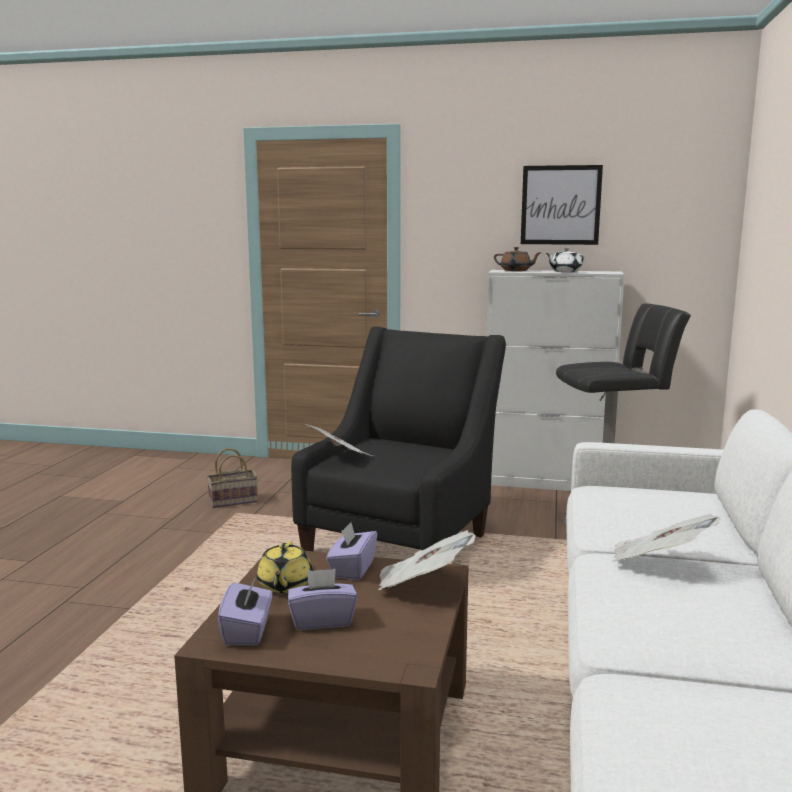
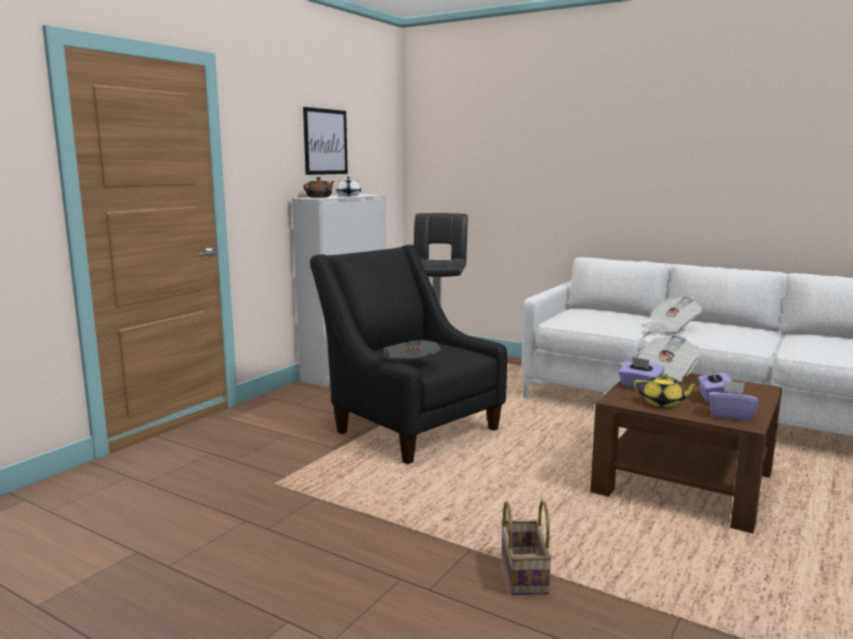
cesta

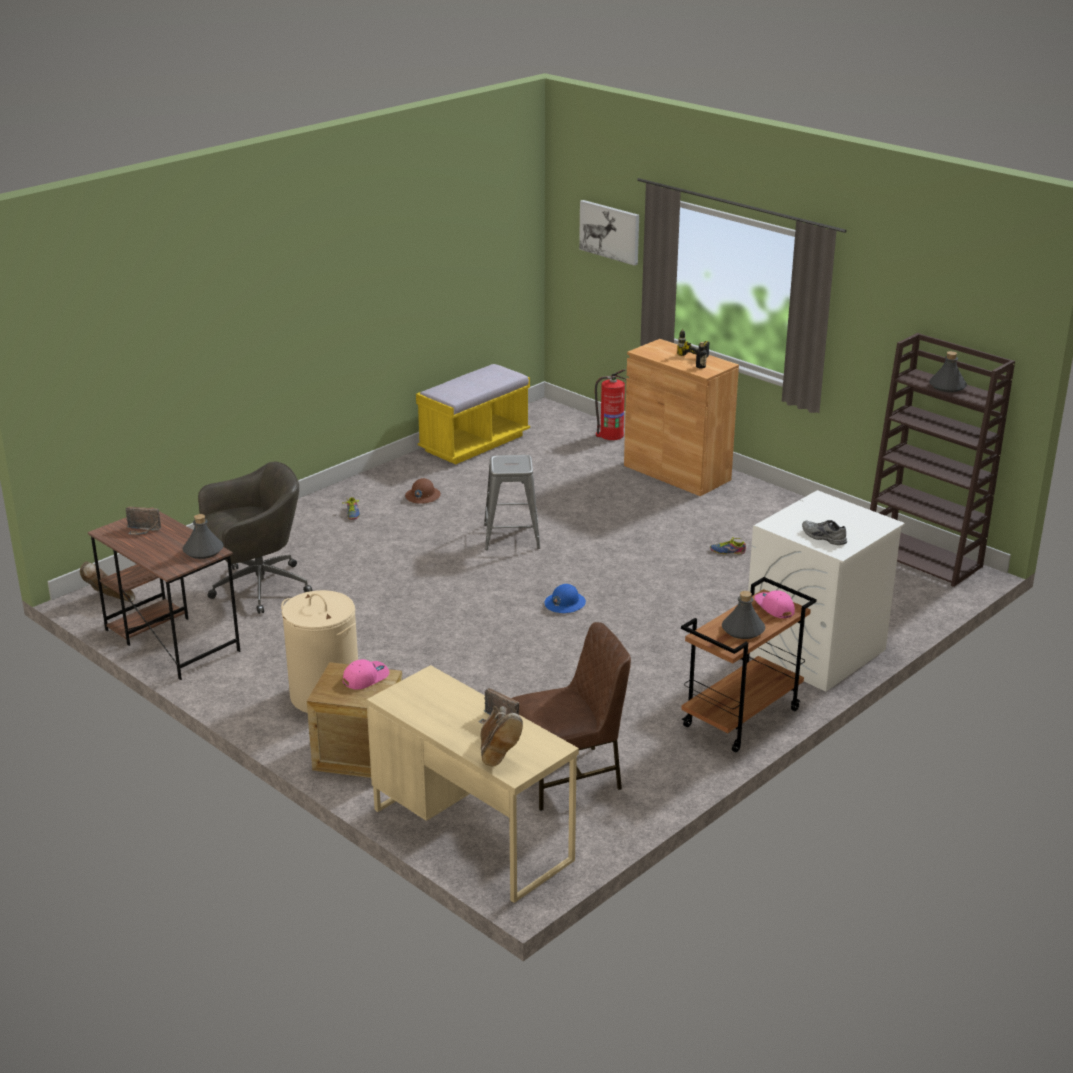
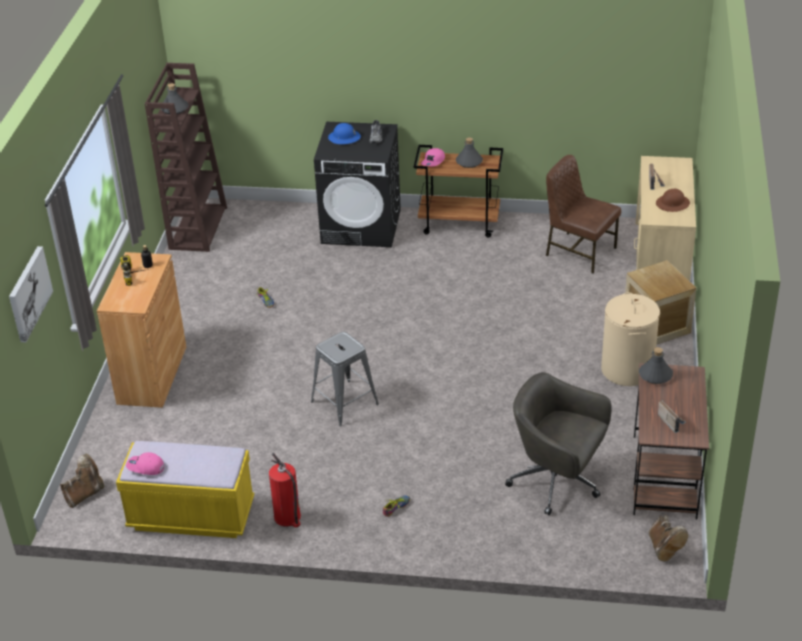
gorra/rosa (1st from left)
casco/marrón
bota/marrón (1st from left)
casco/azul
extintor
lavadora/negro

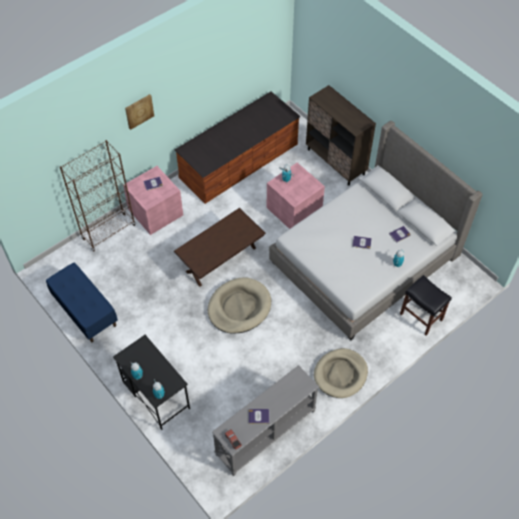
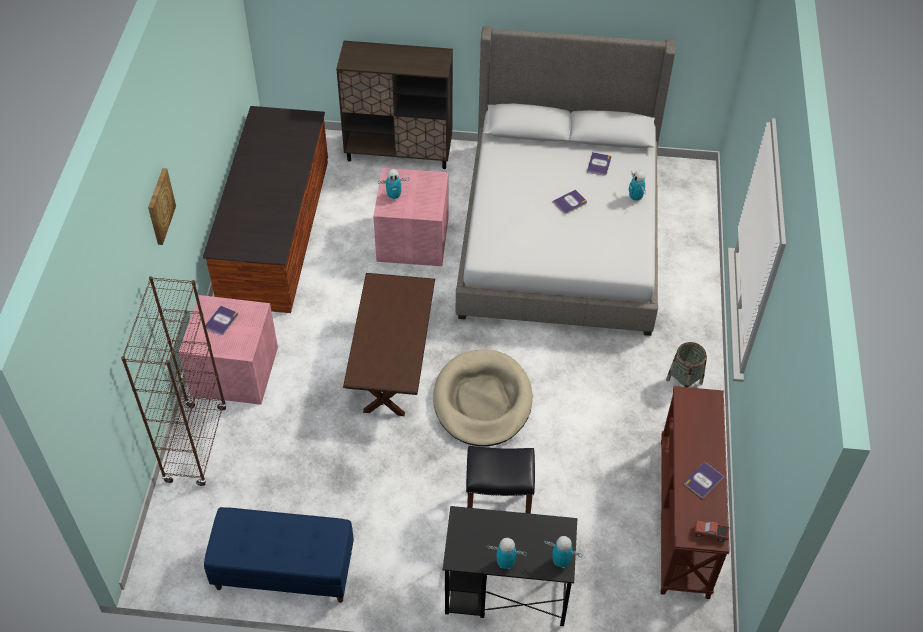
taburete/negro
cesta
mesa consola/marrón

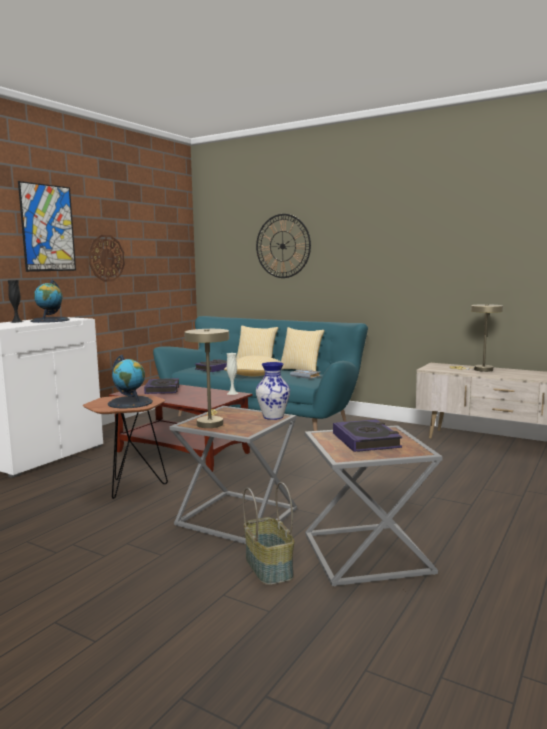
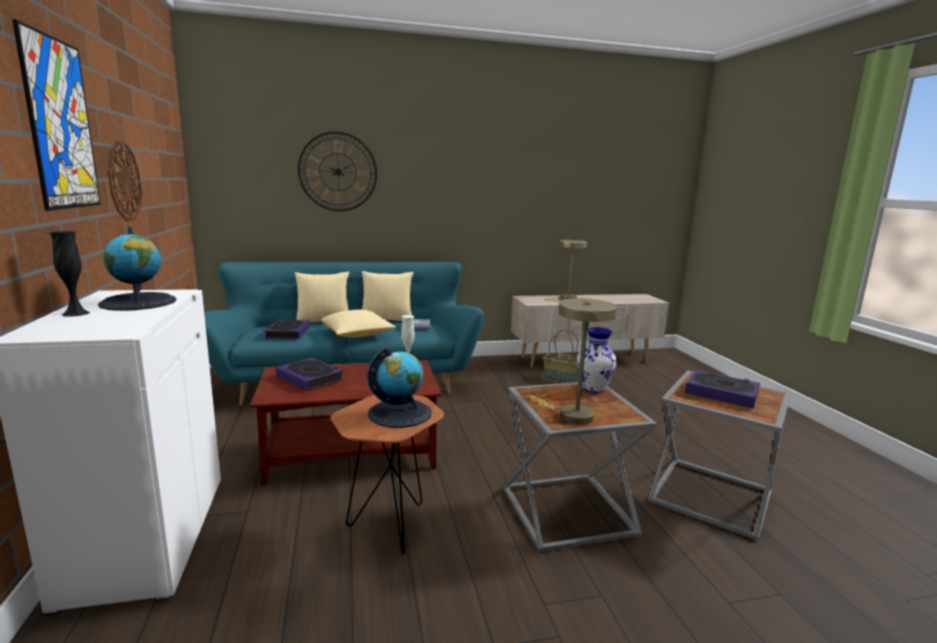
cesta

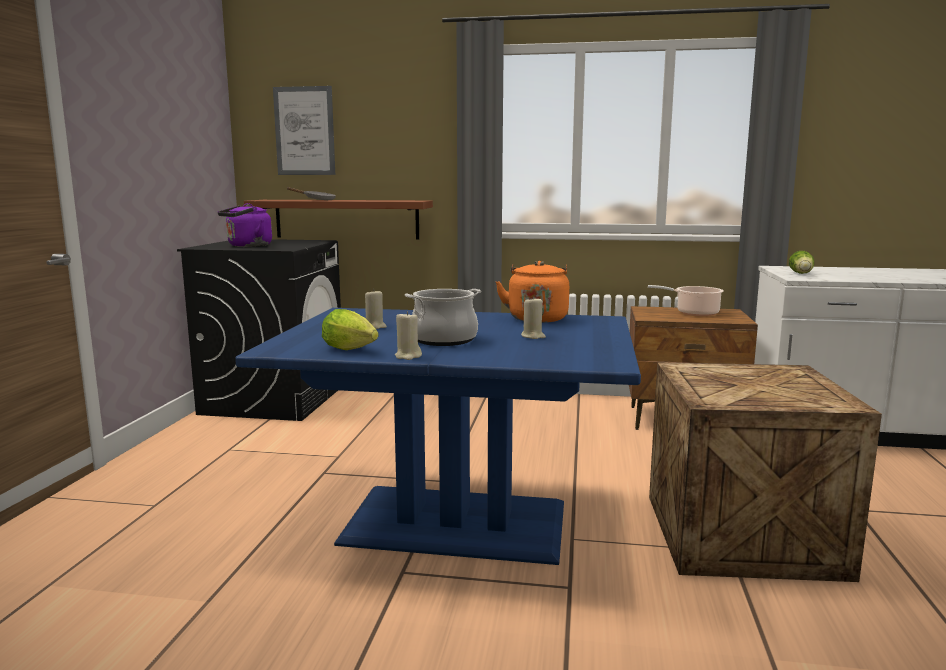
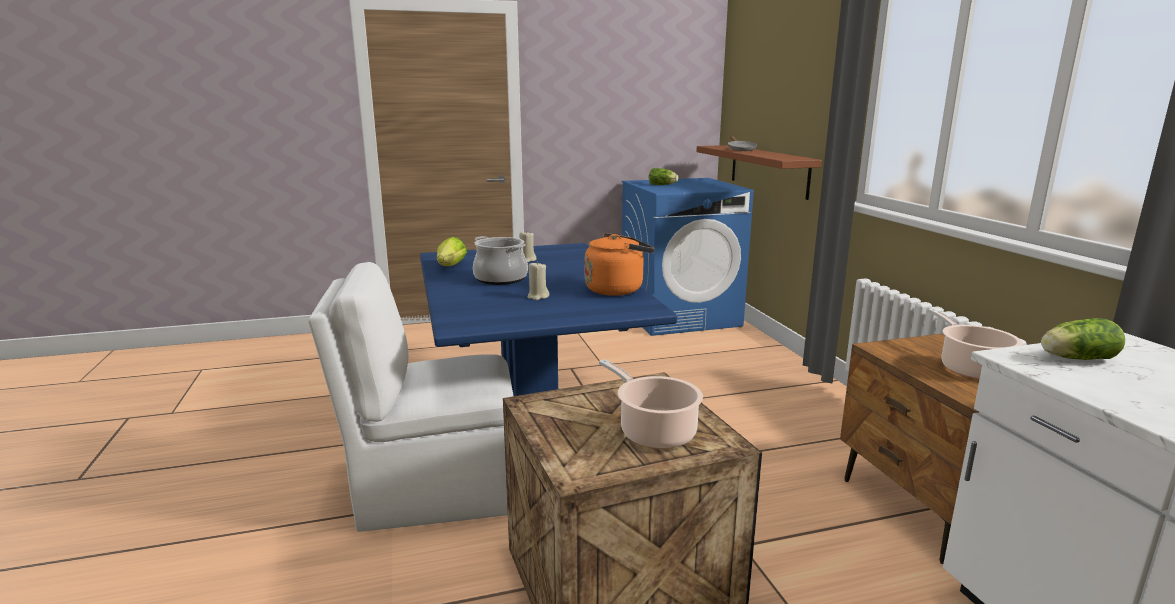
cuadro
vela/beis (2nd from left in the first image)
silla/blanco
olla (2nd from left)
lechuga (2nd from left)
lavadora/azul

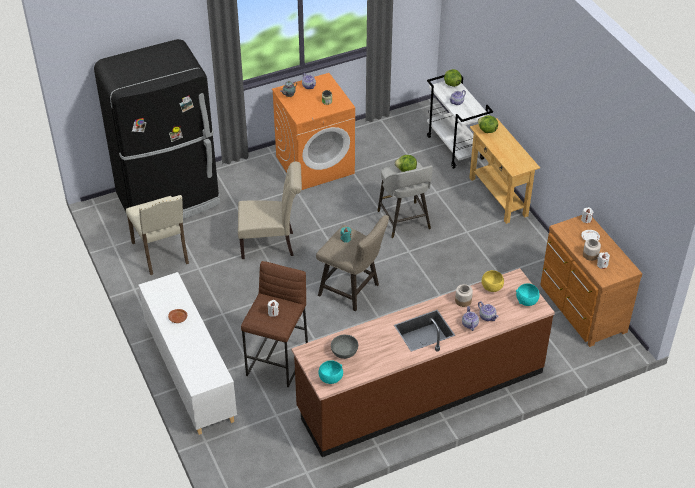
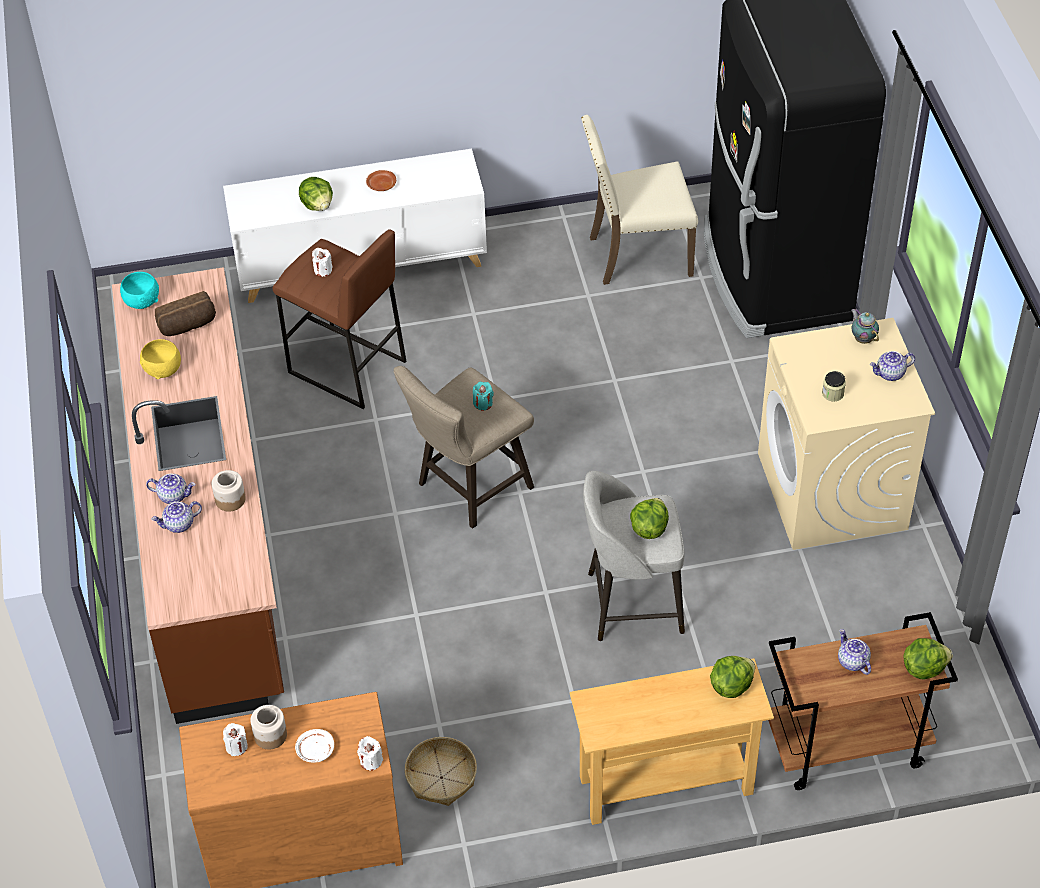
silla/beis (2nd from left in the first image)
cuenco/turquesa (2nd from left in the first image)
lechuga (1st from left)
cesta
cuenco/amarillo
pan
lavadora/beis
carrito/marrón

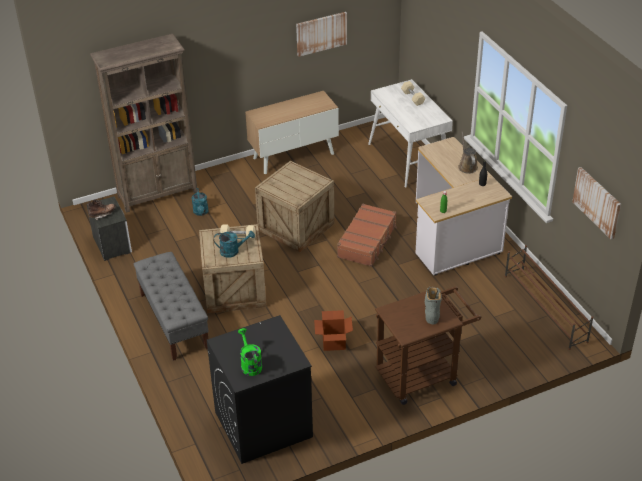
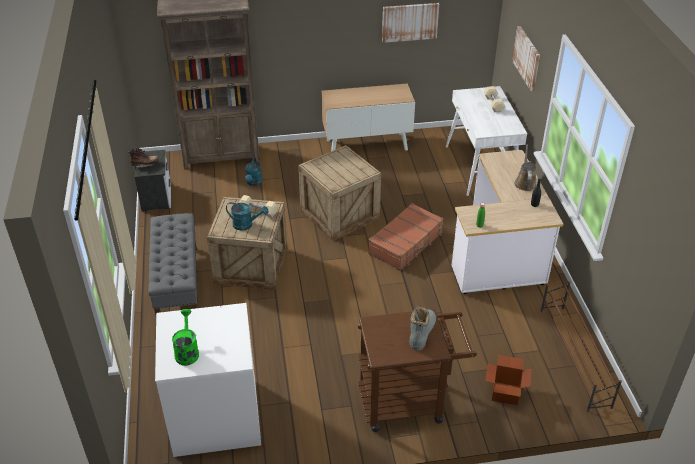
caja de cartón
cuadro (2nd from left)
lavadora/blanco

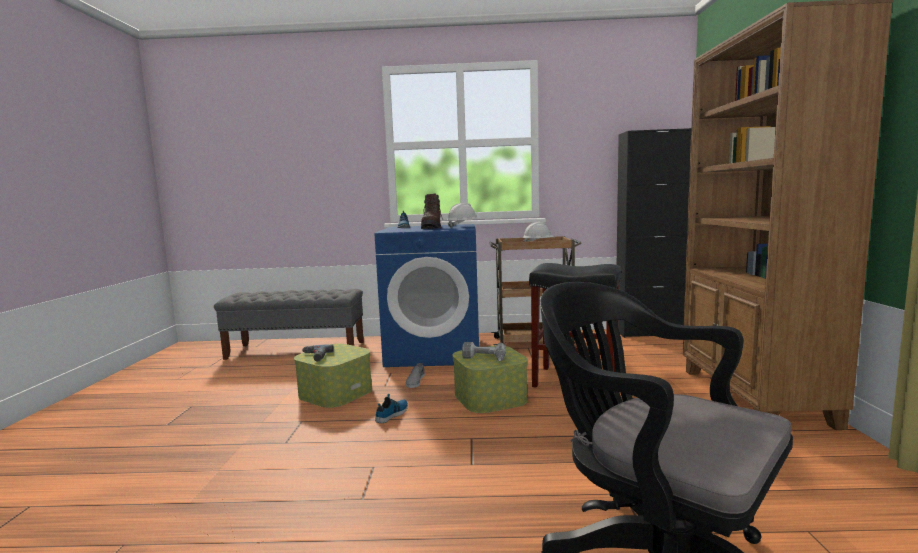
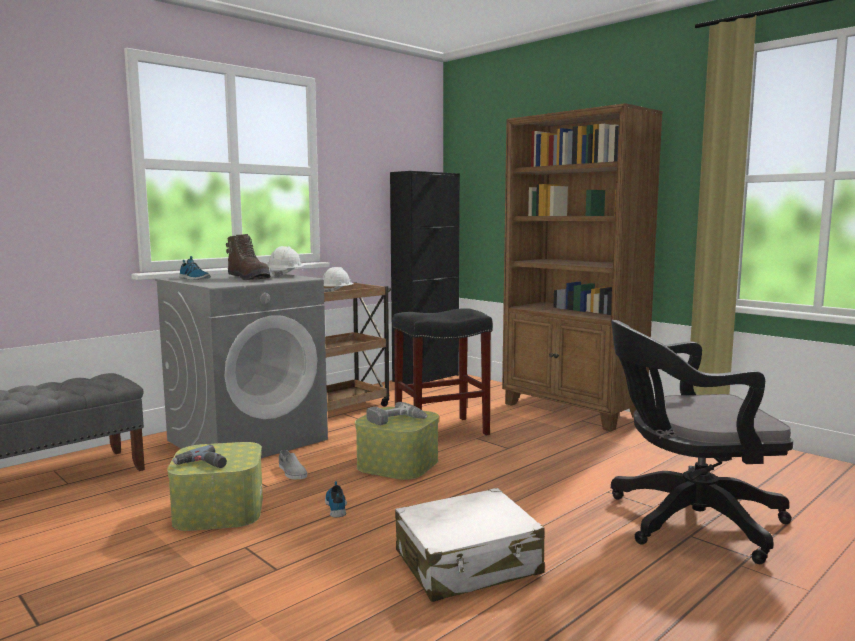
maleta/blanco
lavadora/gris

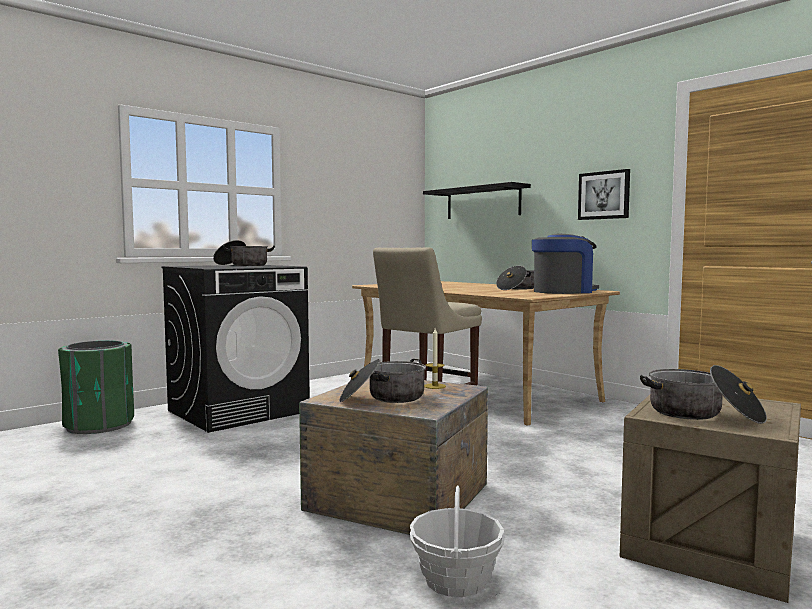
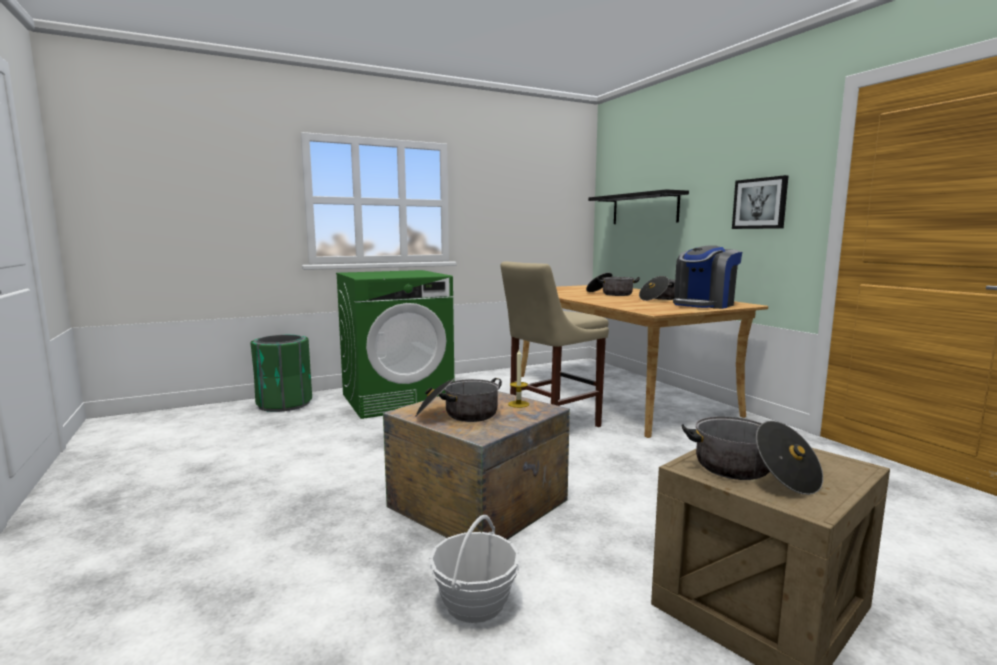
olla (2nd from left)
lavadora/verde
cafetera

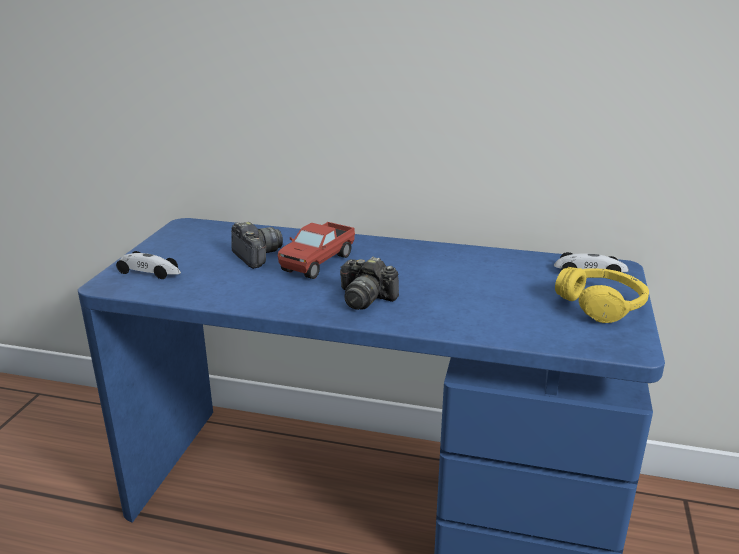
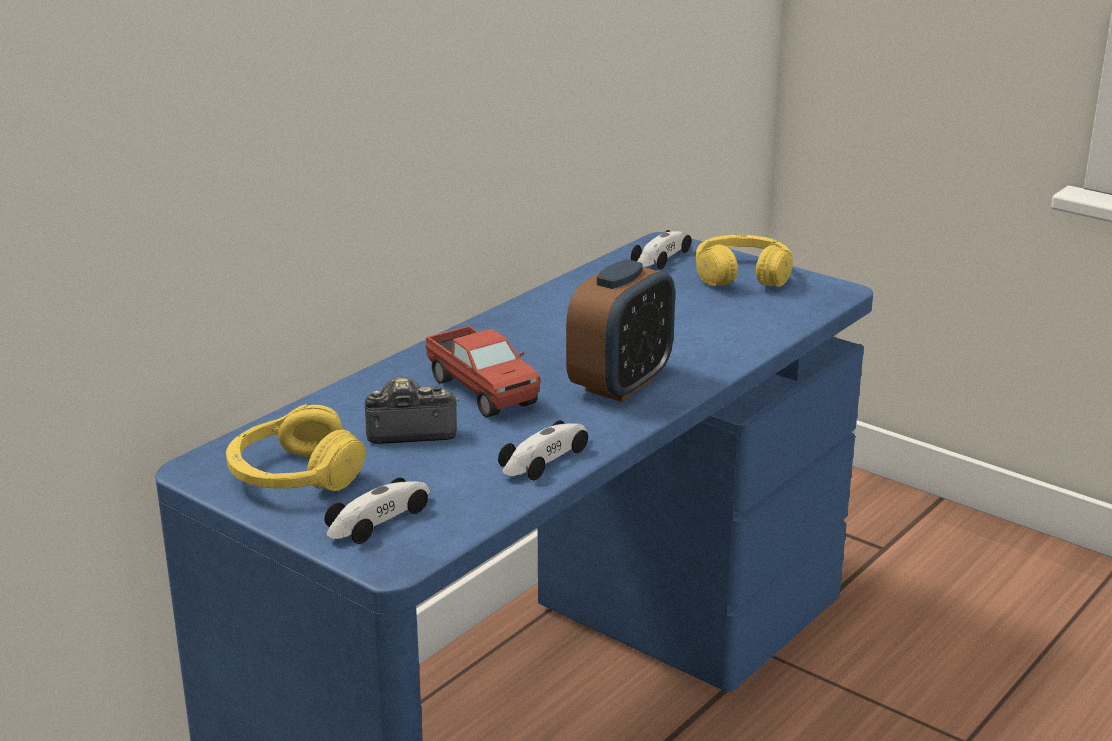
auriculares/amarillo (1st from left)
coche de juguete (2nd from left)
despertador

